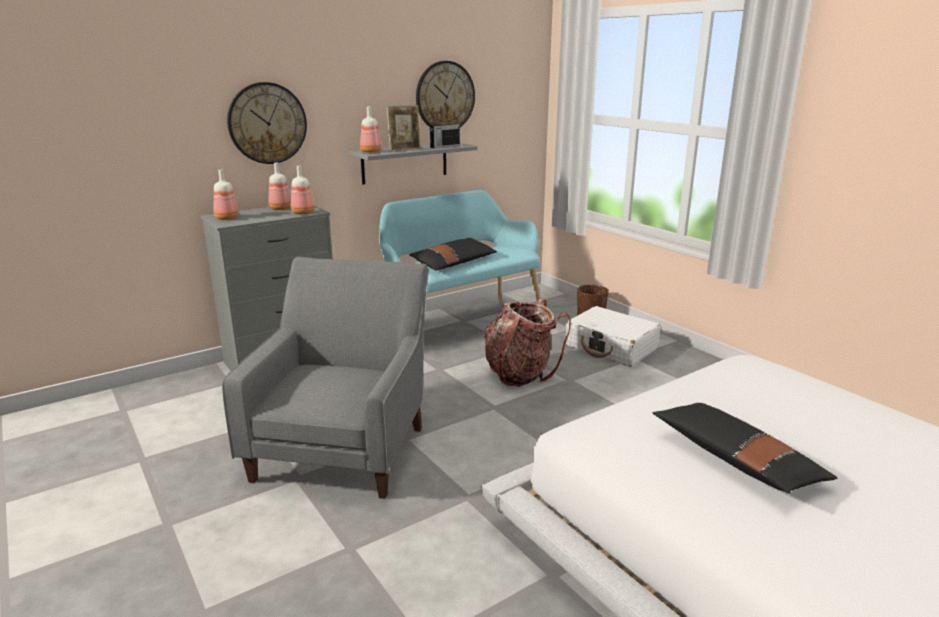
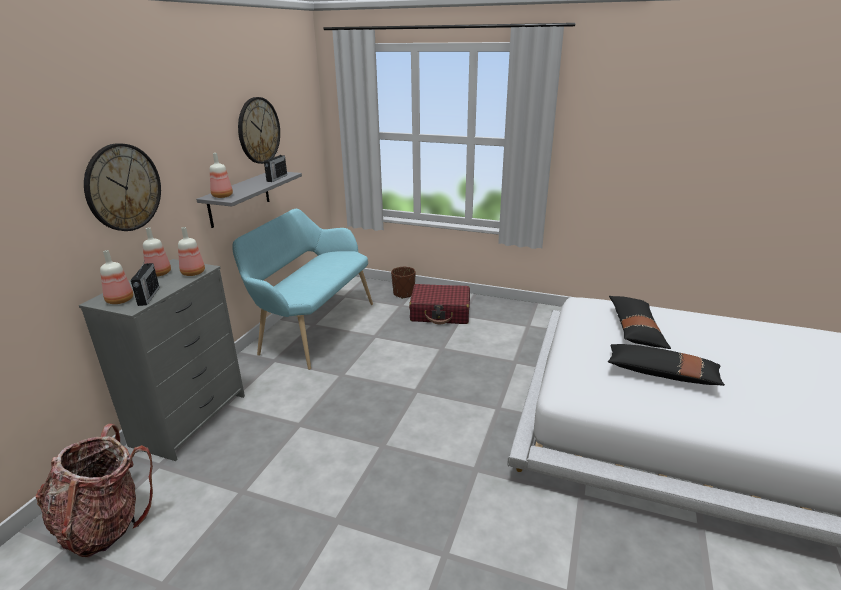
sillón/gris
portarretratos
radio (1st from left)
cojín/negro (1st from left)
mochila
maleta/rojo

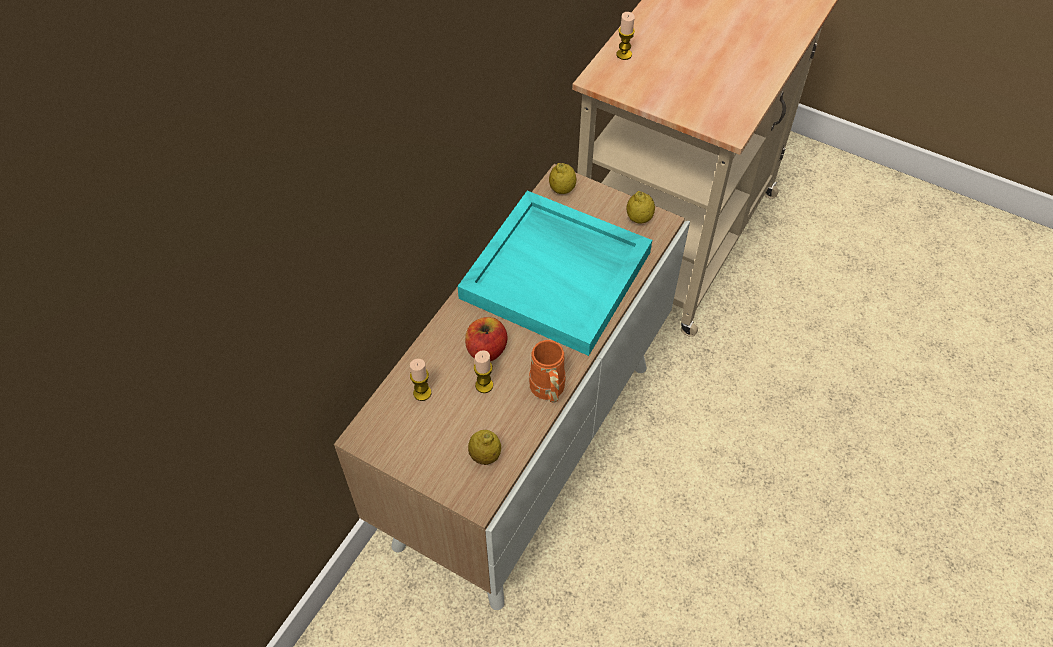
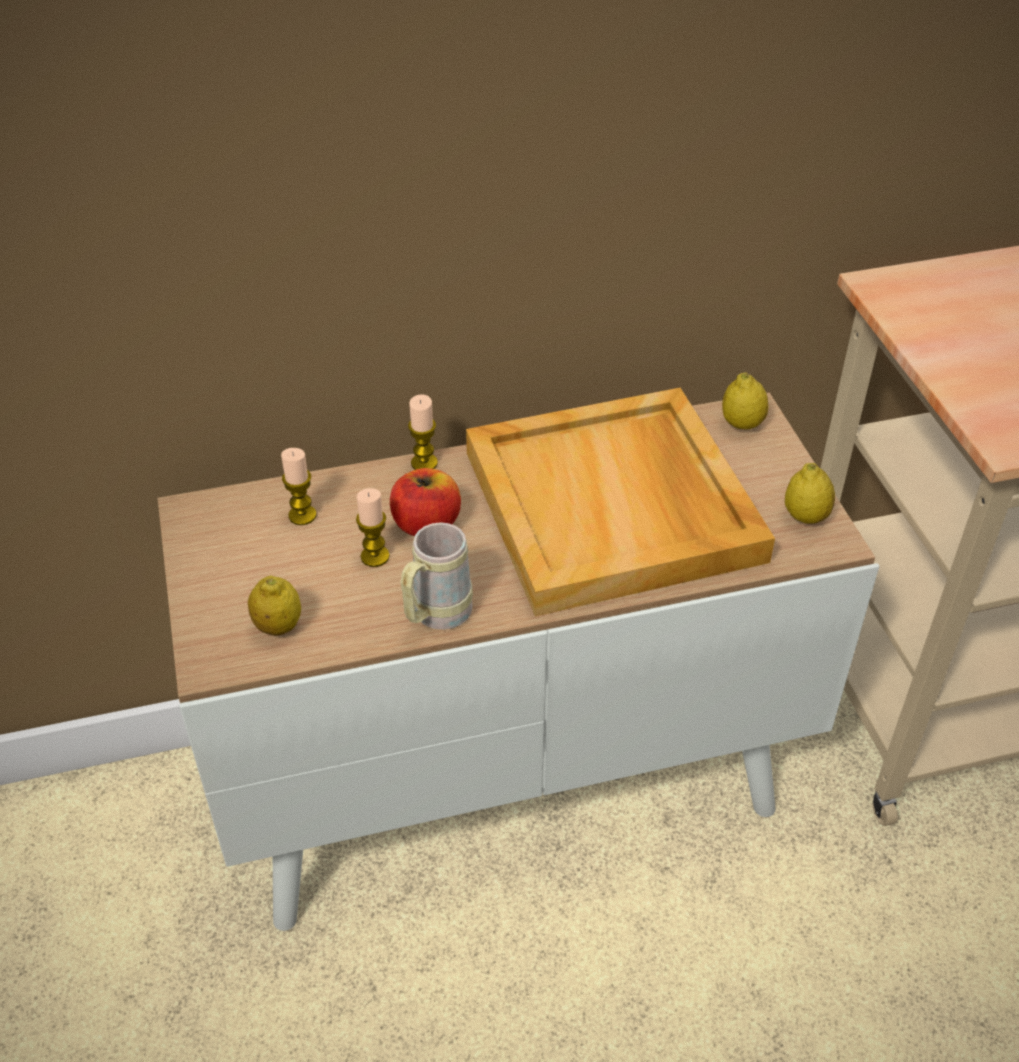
vela (3rd from left)
bandeja/beis
taza grande/beis

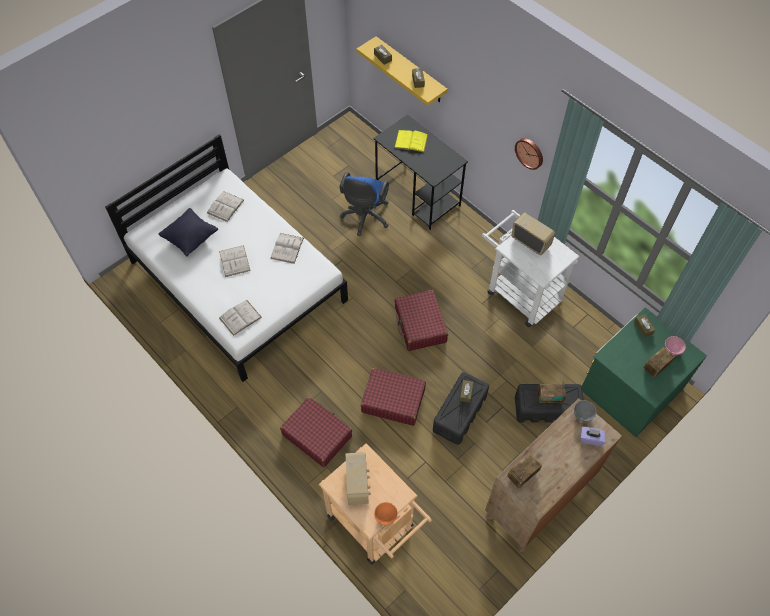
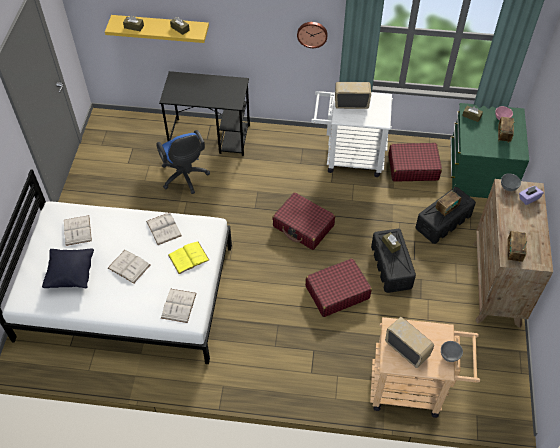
maleta/rojo (3rd from left)
libro/amarillo
cuenco/gris (1st from left)

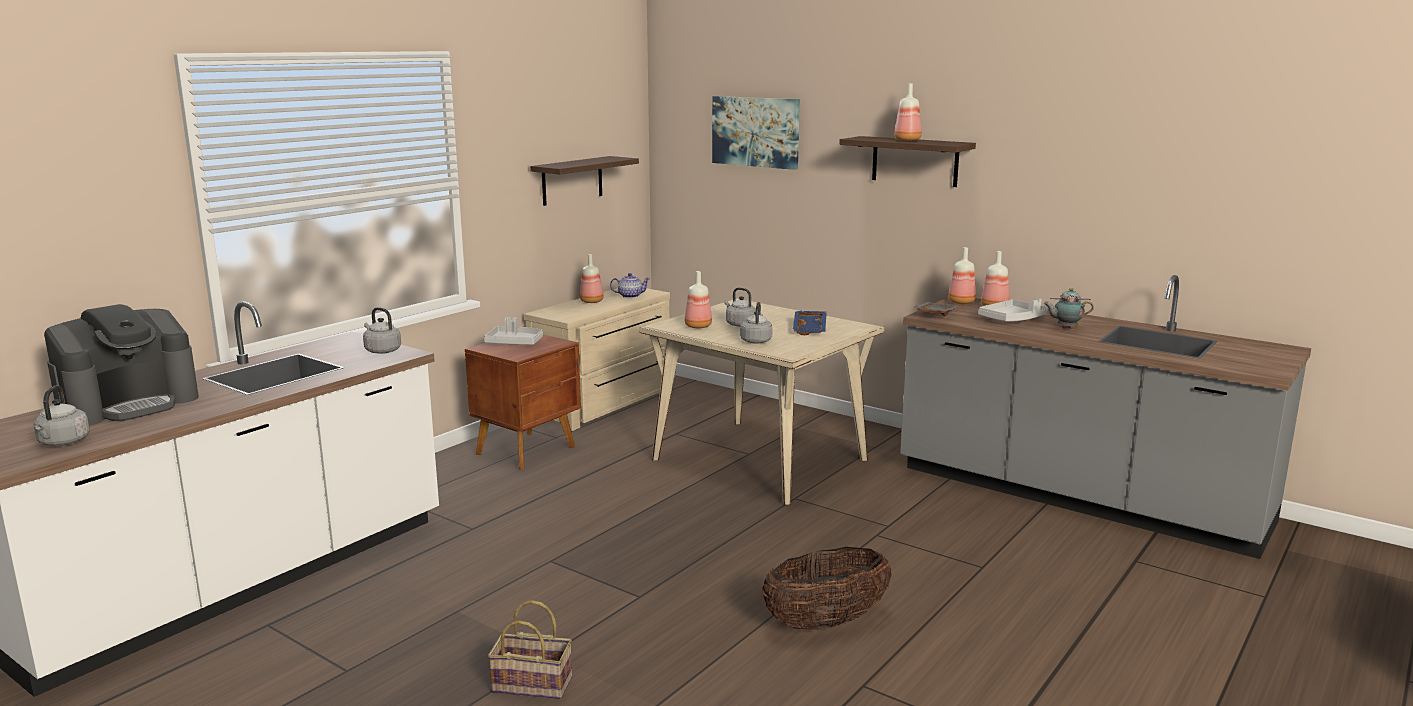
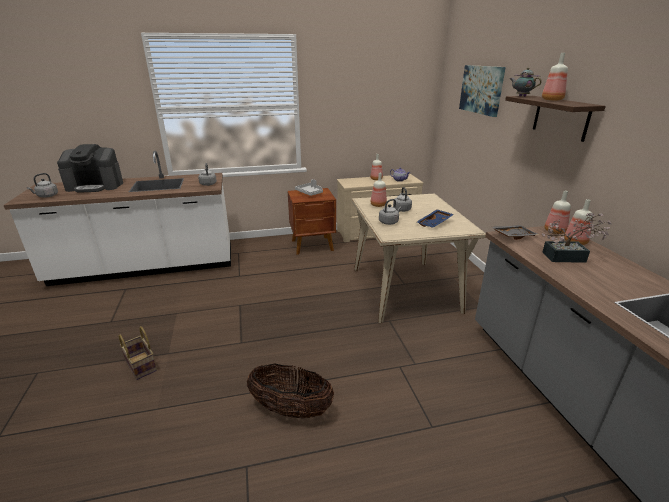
estante (1st from left in the first image)
tetera (2nd from left)
planta en maceta

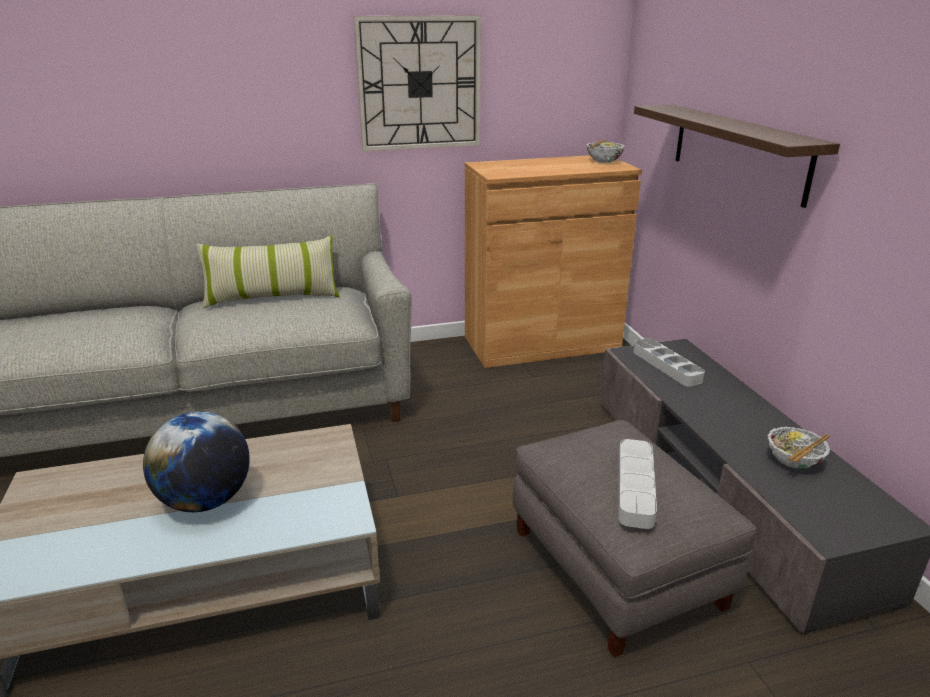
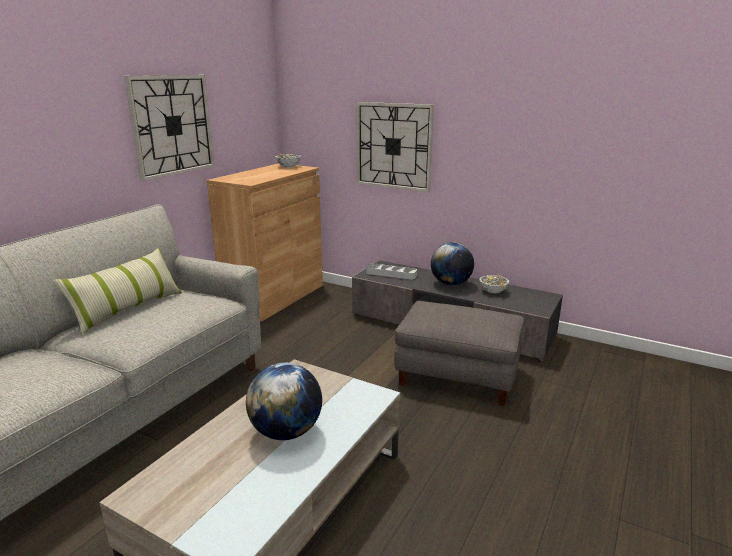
bandeja/gris (1st from left in the first image)
globo terráqueo (2nd from left)
reloj de pared (2nd from left)

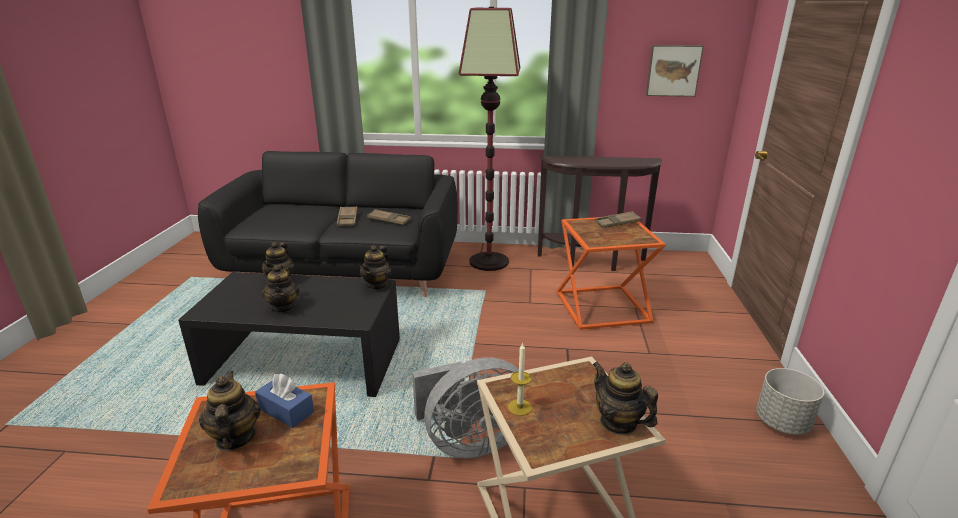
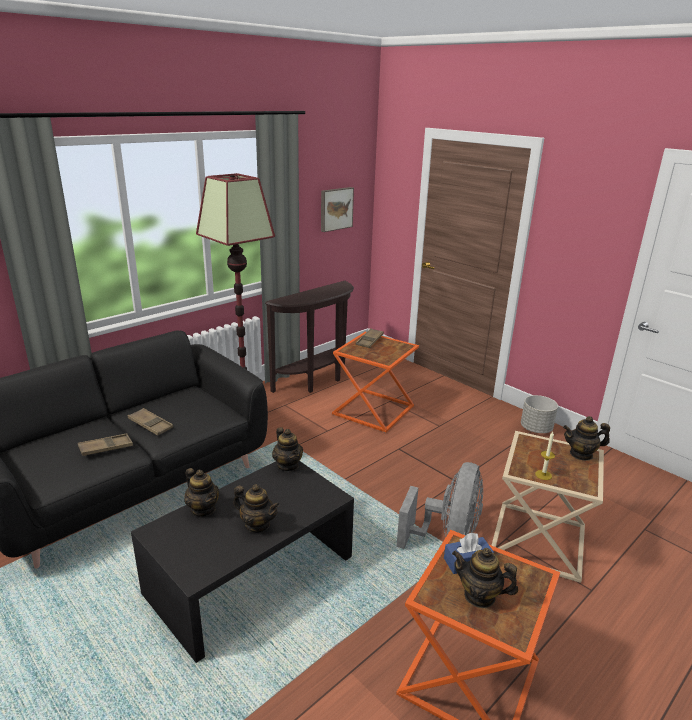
bandeja/marrón (1st from left)

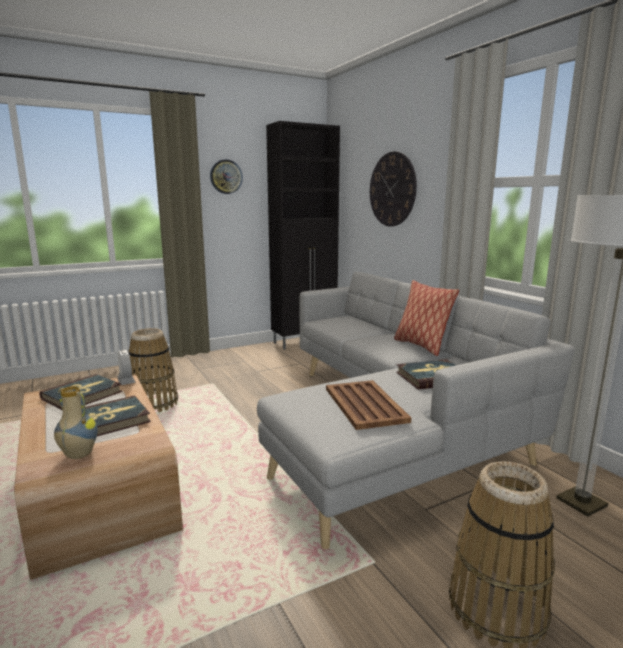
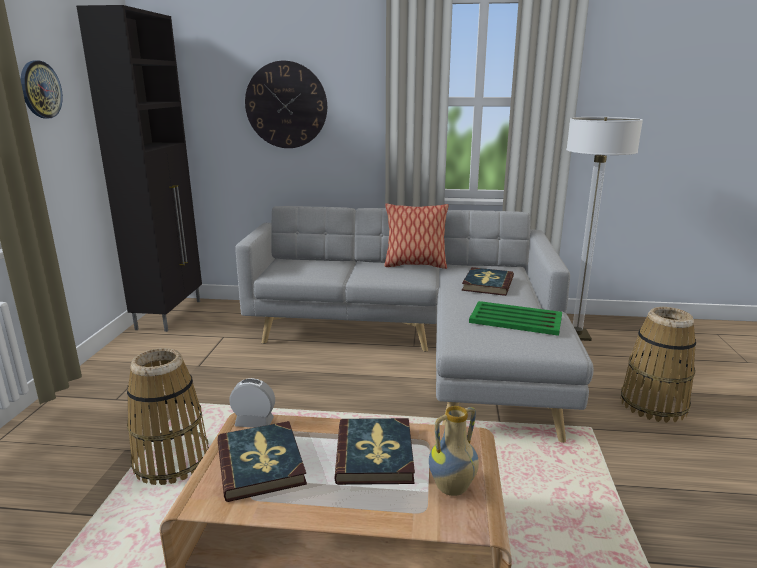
bandeja/verde

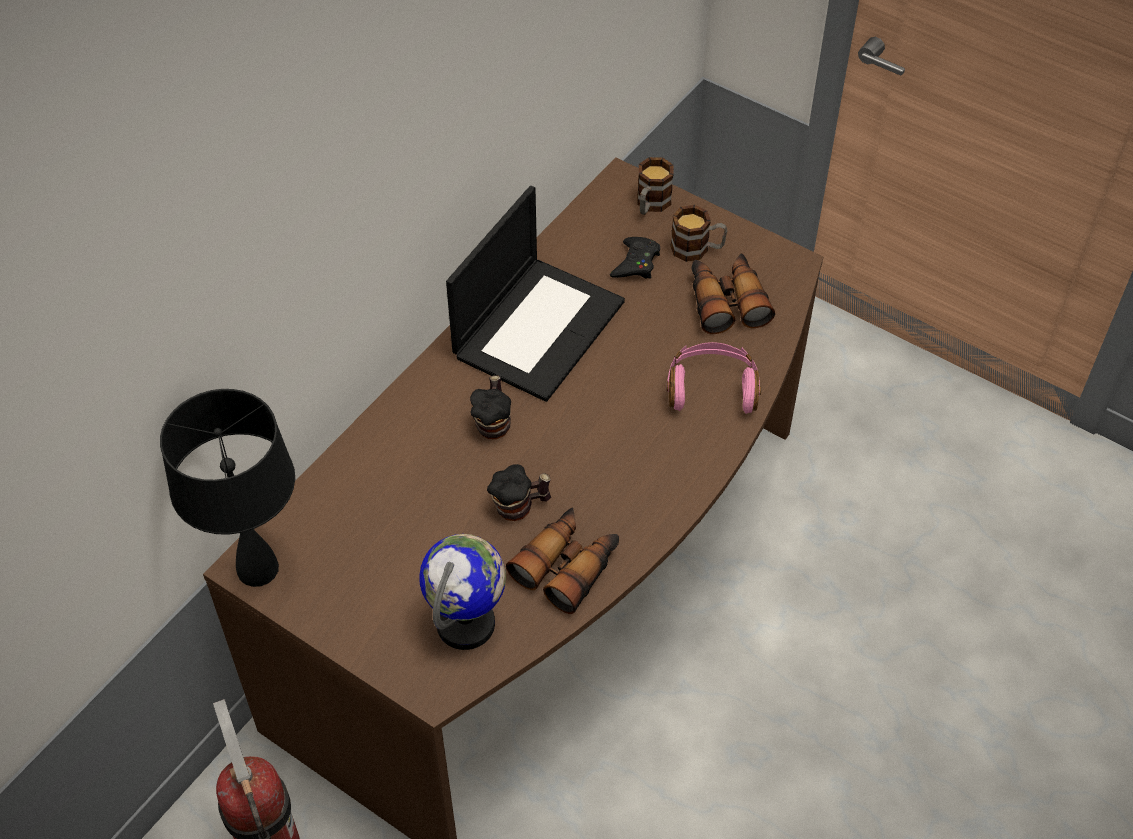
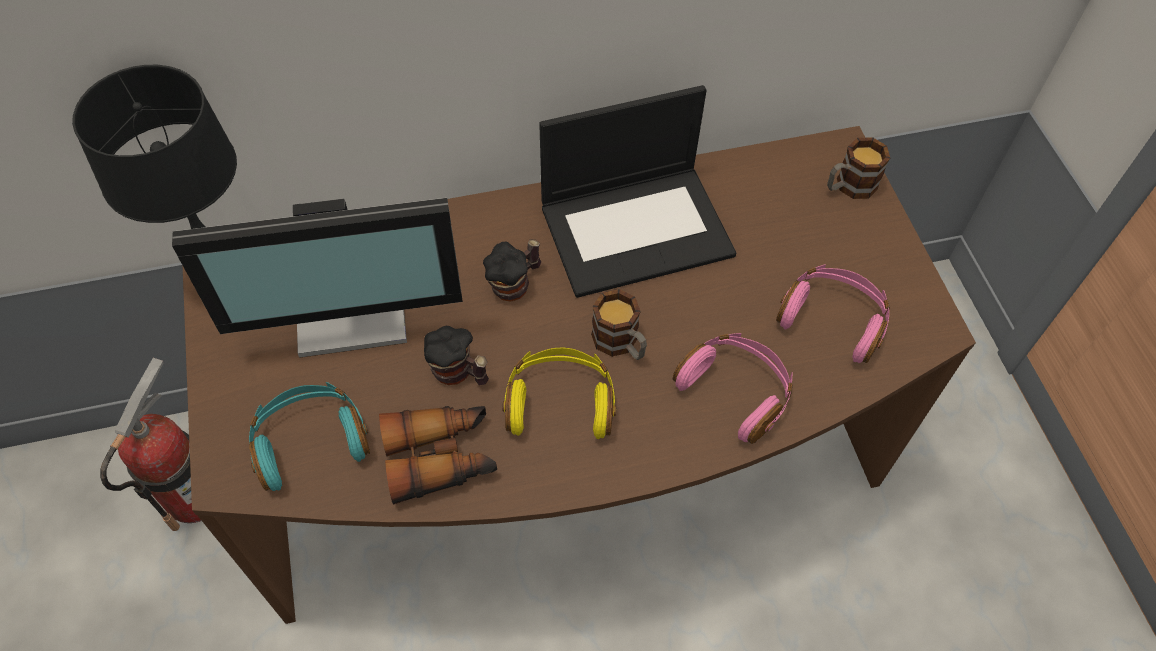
mando de consola/negro
monitor
auriculares/amarillo
taza grande (3rd from left)
auriculares/turquesa
auriculares/rosa (2nd from left)

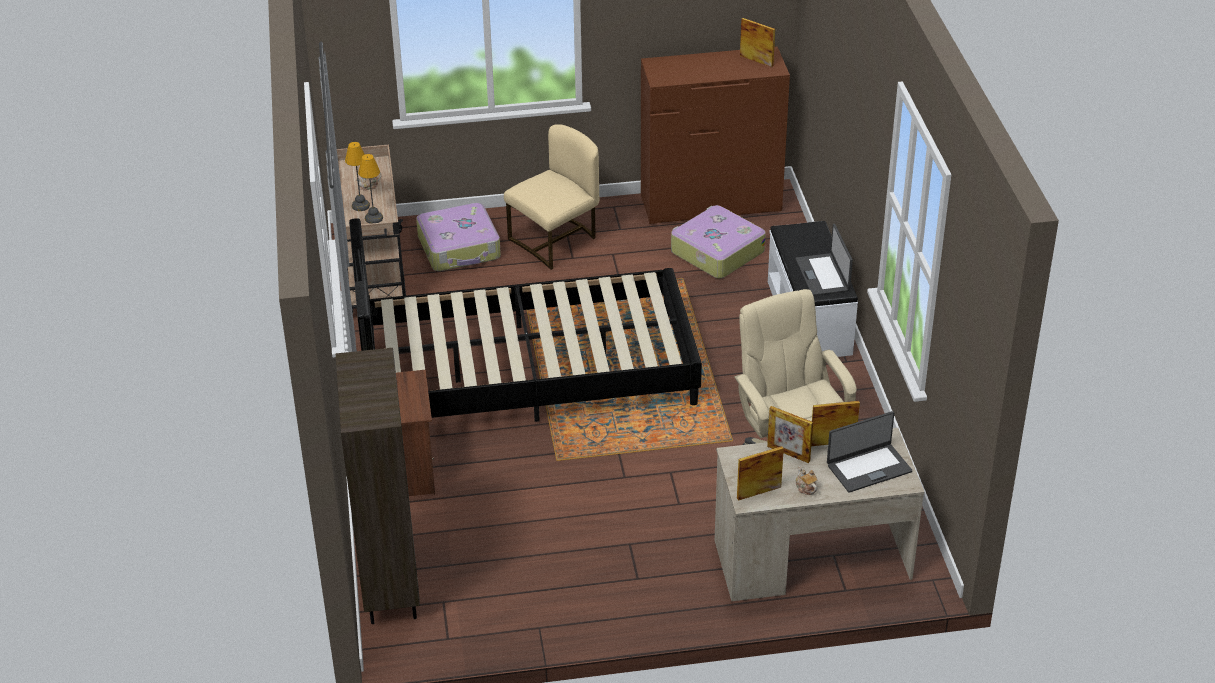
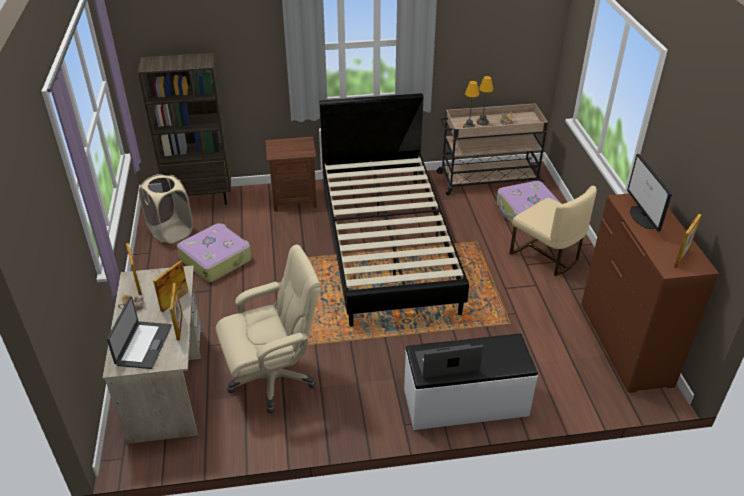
cesto de la ropa/beis
monitor
maleta (1st from left)
portátil (1st from left)

